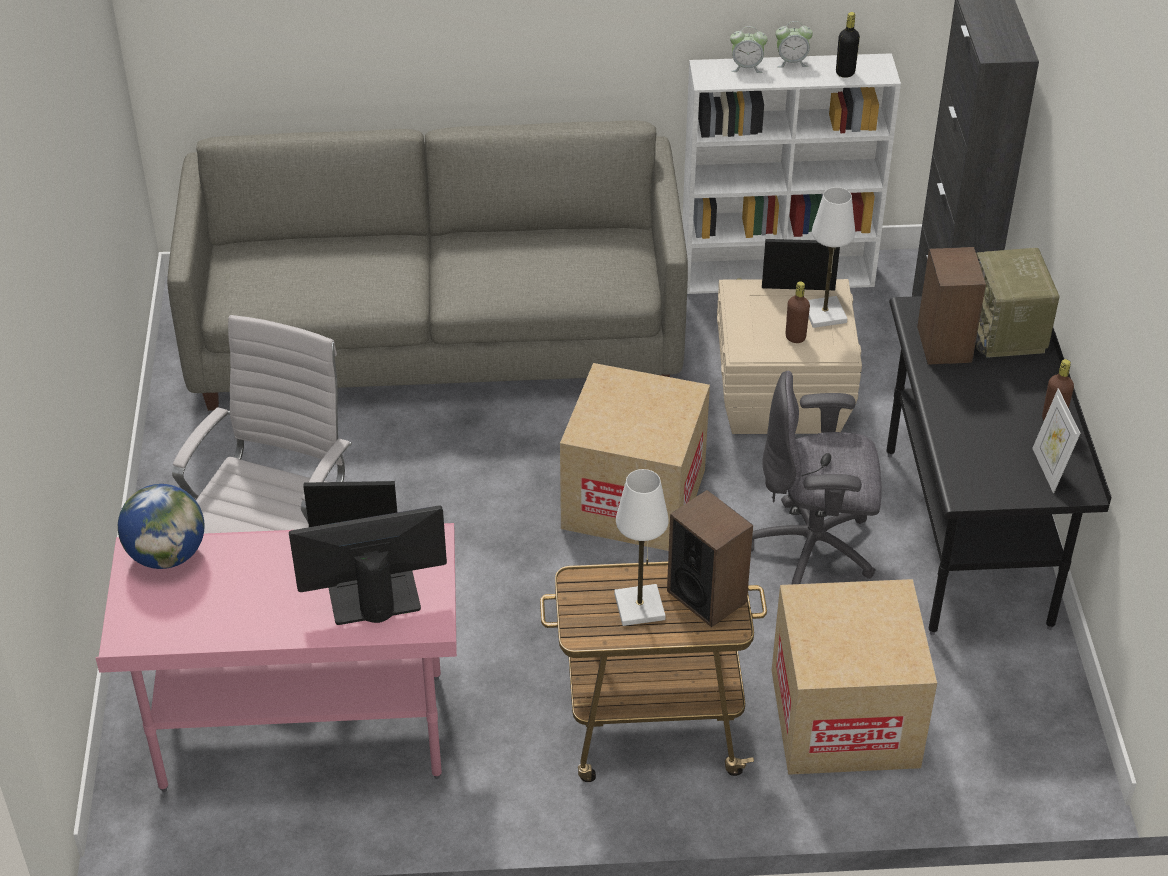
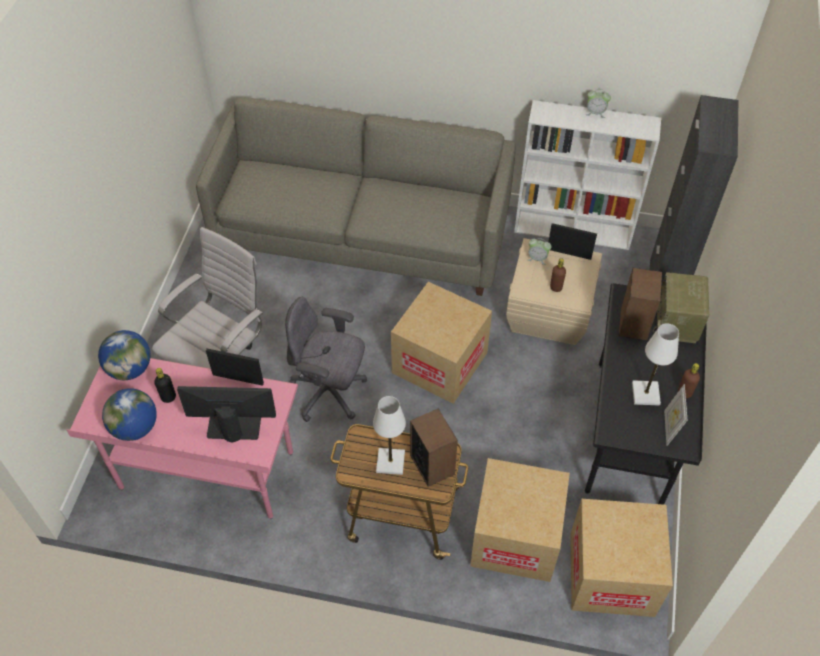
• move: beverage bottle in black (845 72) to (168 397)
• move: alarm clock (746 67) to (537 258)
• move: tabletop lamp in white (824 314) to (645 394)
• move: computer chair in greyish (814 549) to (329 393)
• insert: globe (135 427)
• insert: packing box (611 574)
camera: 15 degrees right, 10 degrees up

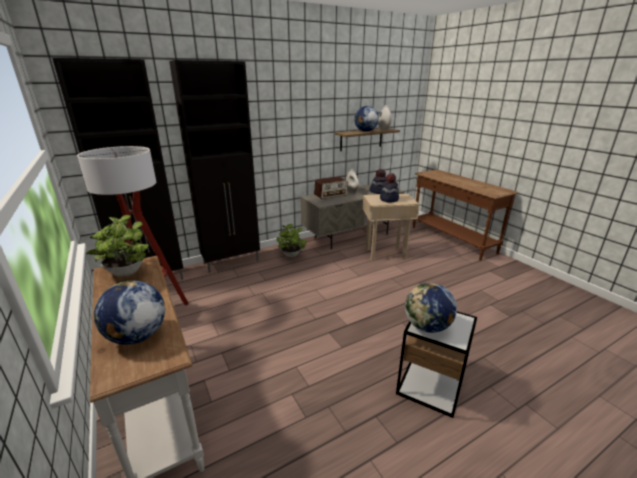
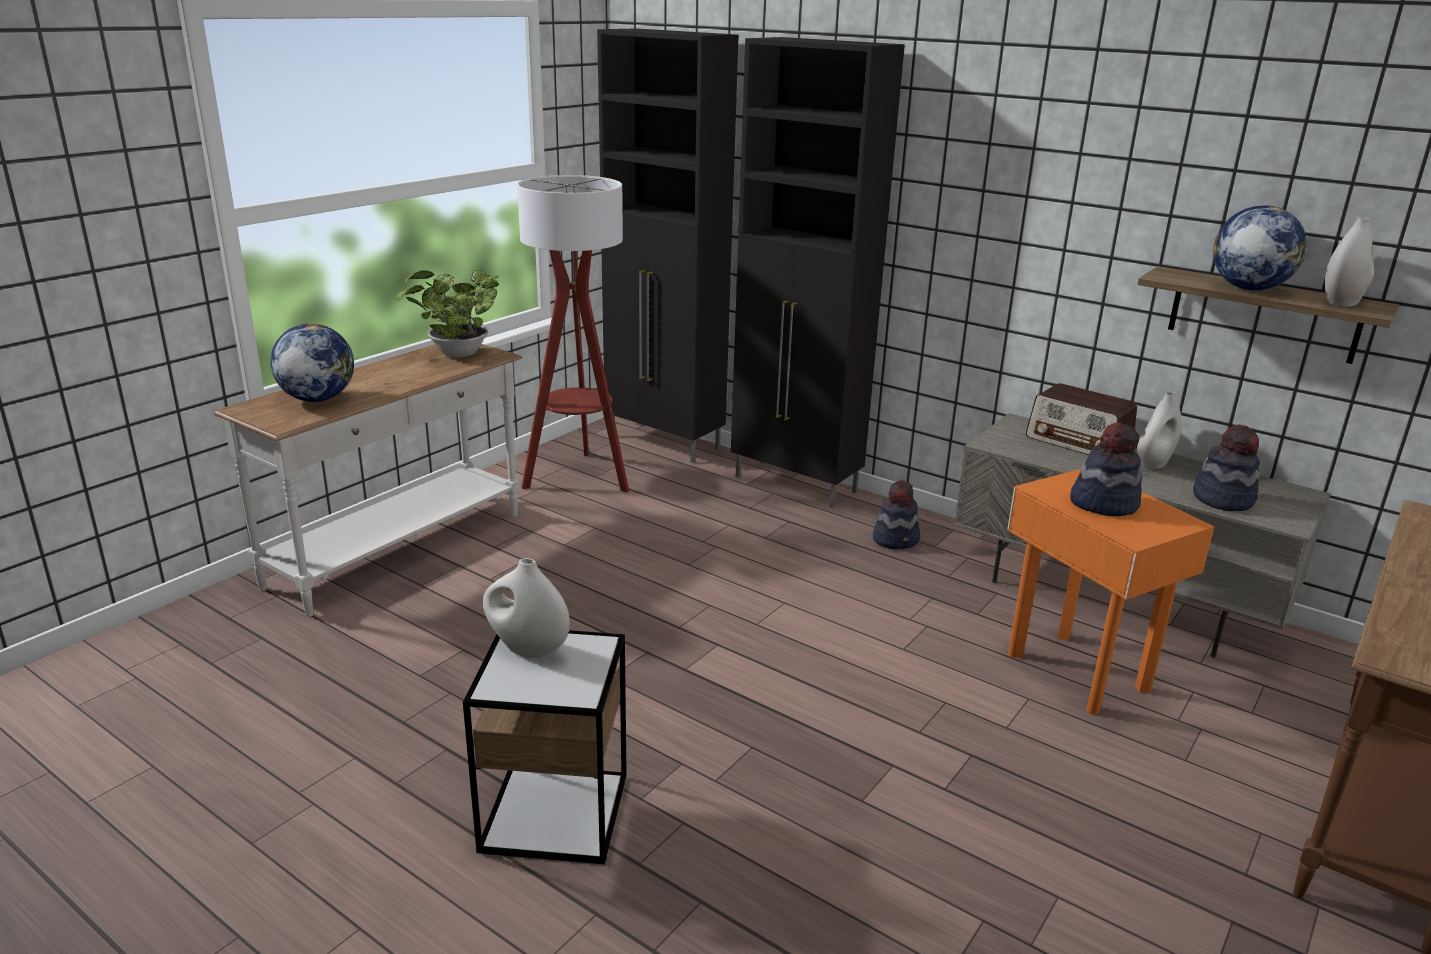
• recolor: end table in beige-coloured (385 253) to end table in orange (1076 672)
• replace: houseplant (291 255) to hat (896 539)
• replace: globe (427 327) to decorative vase in white (527 649)
camera: 65 degrees right, 0 degrees up

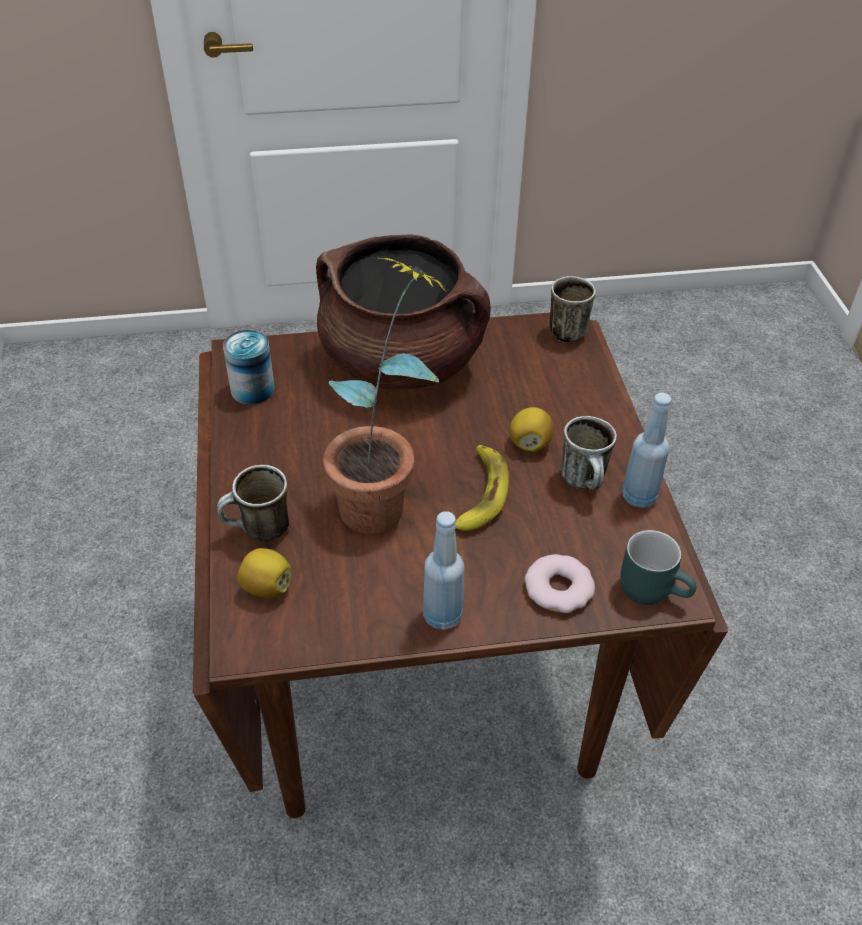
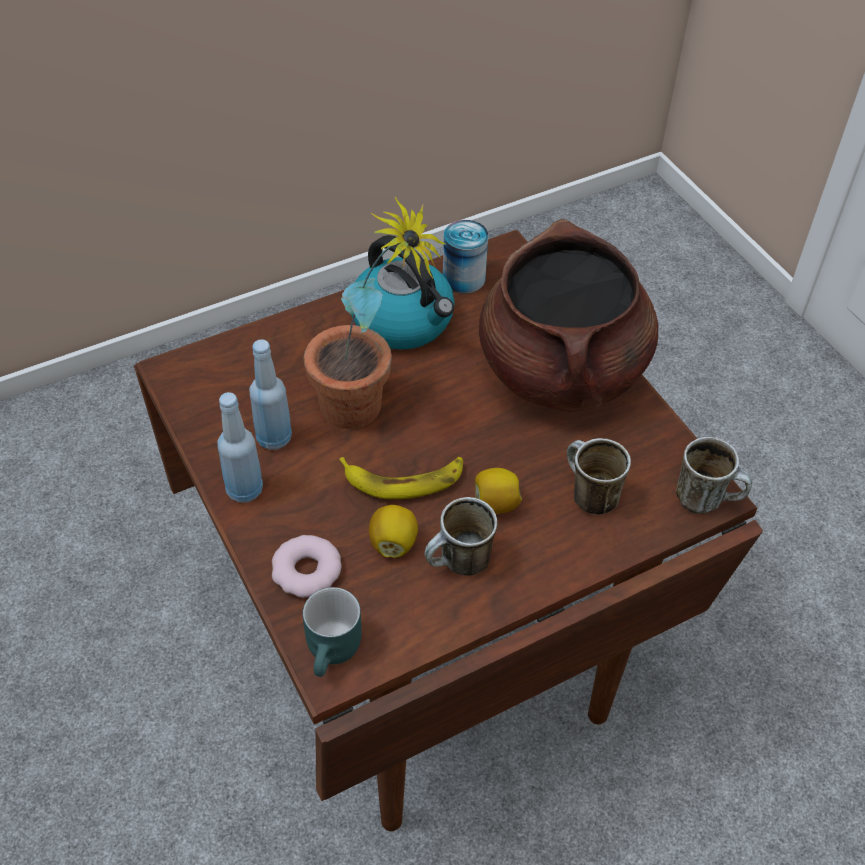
• move: beverage bottle in blue-coloured (639 497) to (274 438)
• move: coffee mug (258 532) to (587 495)
• move: lemon (266 587) to (393 543)
• insert: water kettle (404 321)
camera: 70 degrees right, 5 degrees up

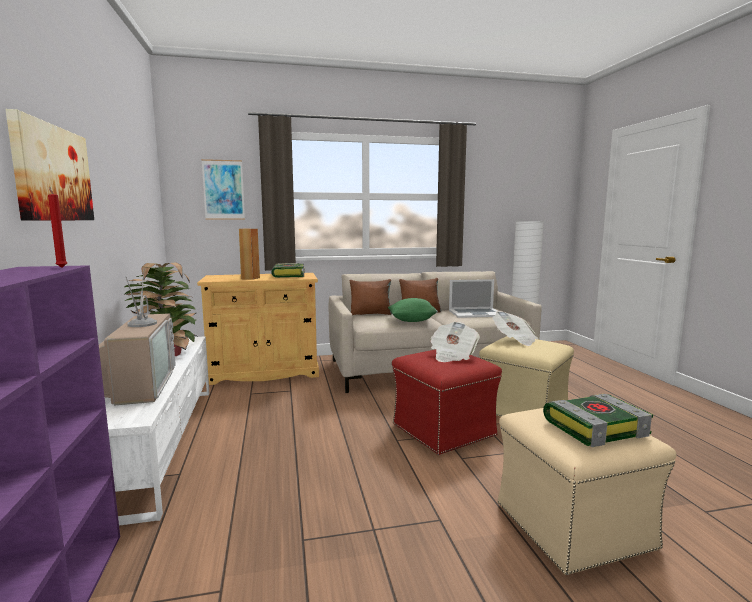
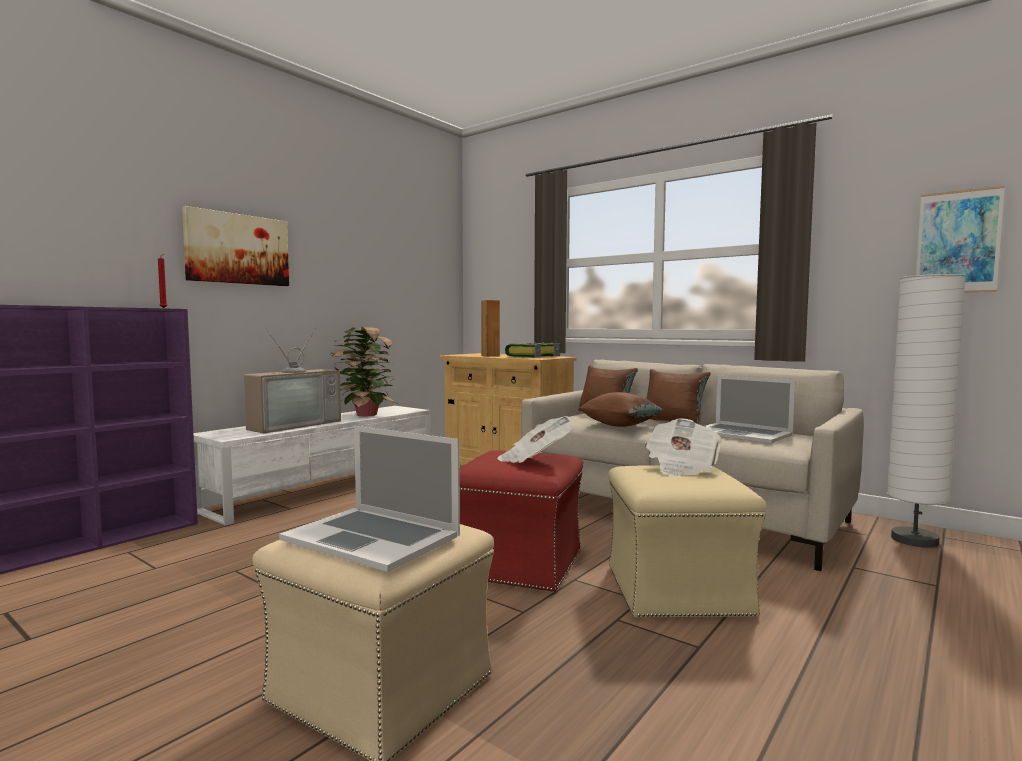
• move: wall art (223 190) to (957 242)
• recolor: throw pillow in green (412 321) to throw pillow in brown-coloured (620 425)
• replace: book (595 427) to notebook computer (372 537)
camera: 50 degrees right, 5 degrees down

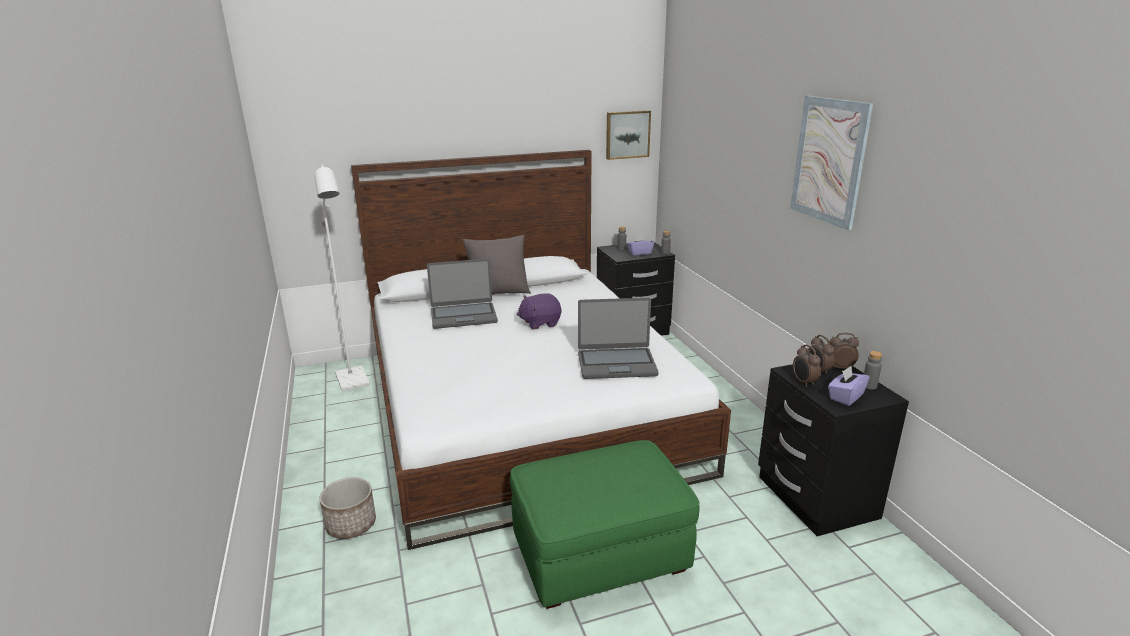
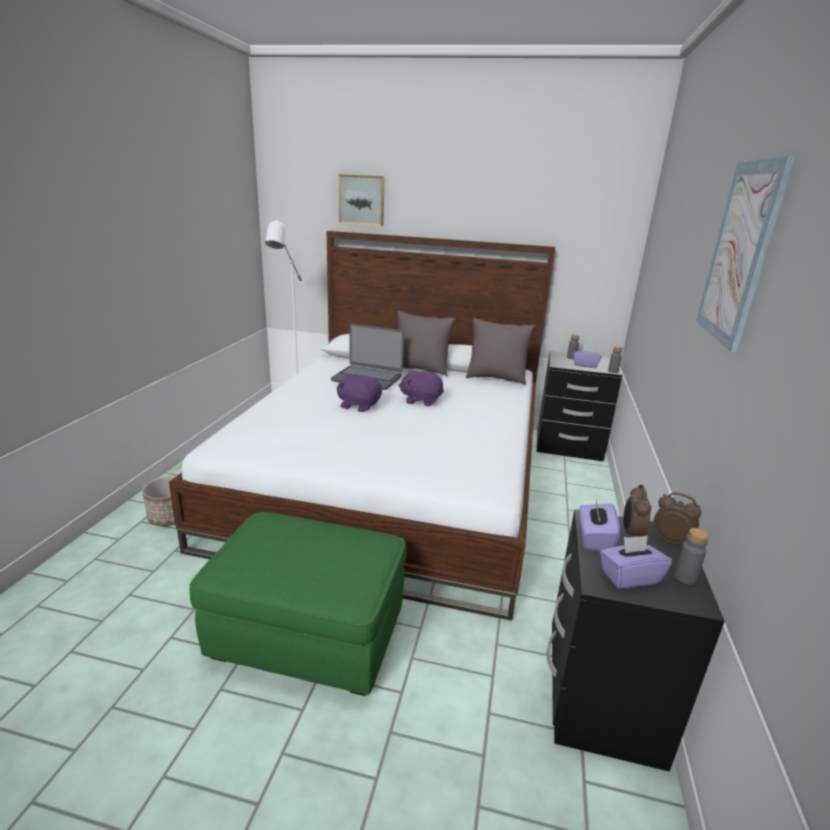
• move: wall art (627 134) to (362 200)
• delete: notebook computer (616 364)
• replace: alarm clock (803 382) to tissue box in purple (594 539)
• insert: throw pillow in greyish (496 378)
• insert: soft toy in purple (359 405)
camera: 30 degrees right, 0 degrees up

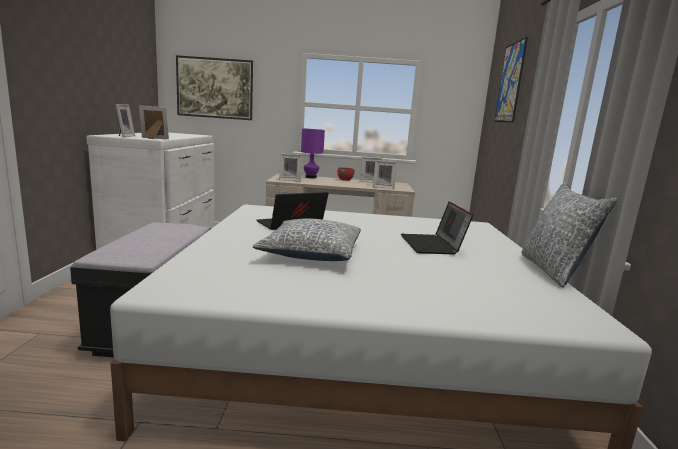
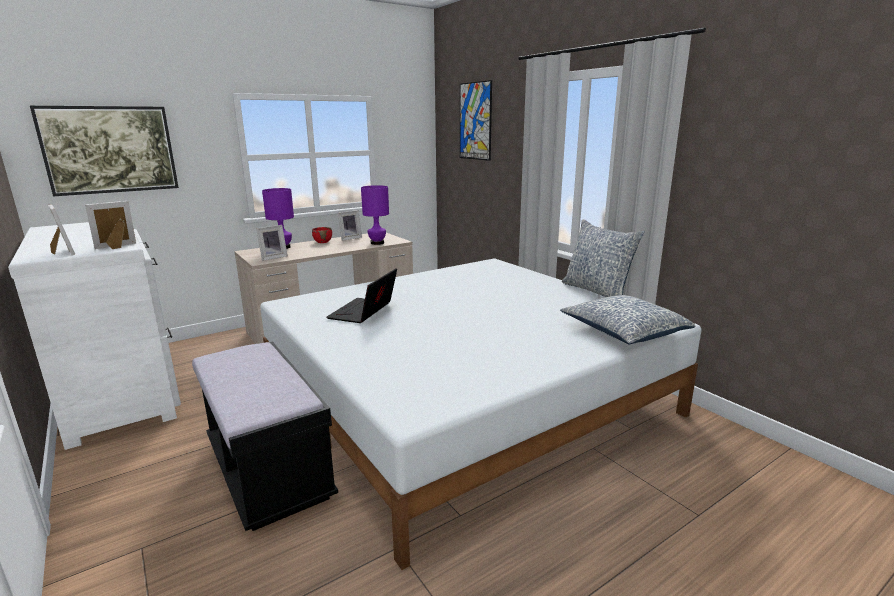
• replace: photo frame (383 187) to tabletop lamp in purple (377 243)
• delete: notebook computer (432 245)
• move: throw pillow (311 253) to (623 332)
camera: 35 degrees left, 5 degrees up

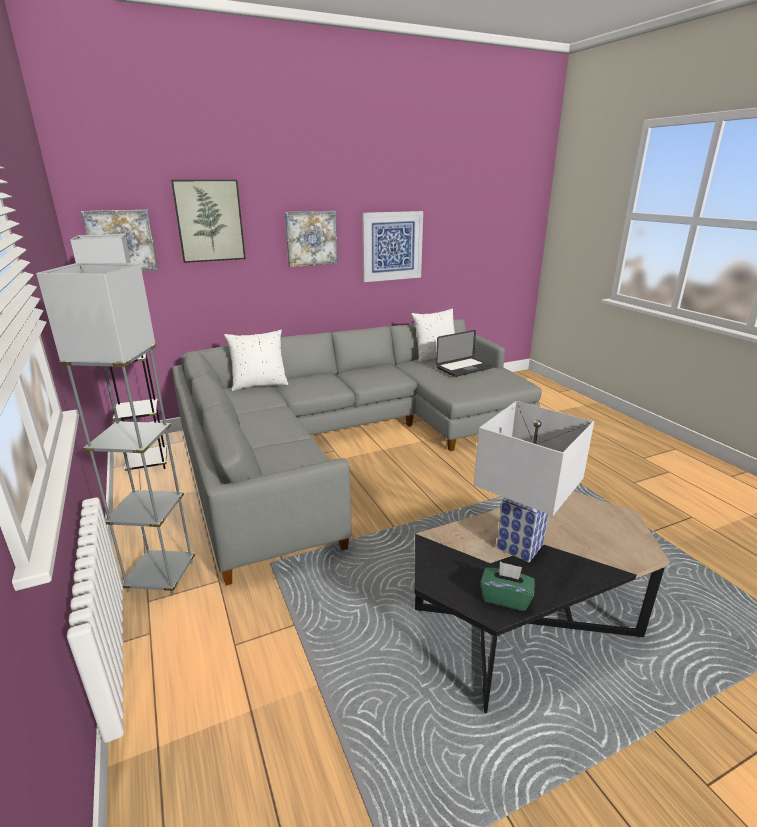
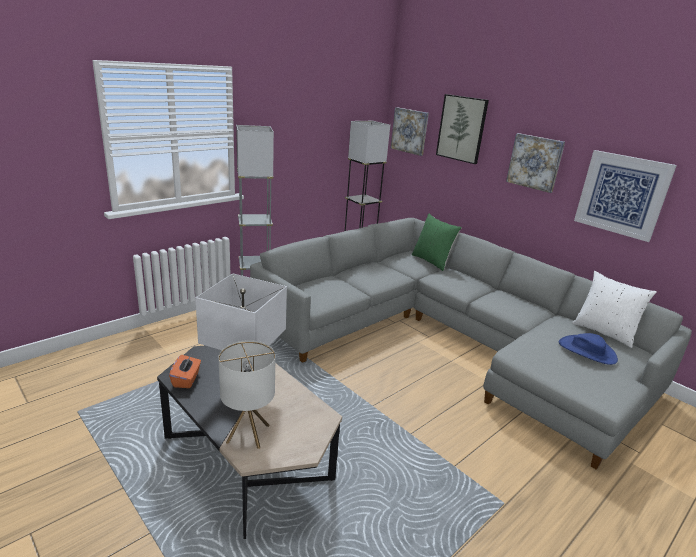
• recolor: throw pillow in white (259 384) to throw pillow in green (432 261)
• replace: notebook computer (464 368) to hat in blue-coloured (587 351)
• recolor: tissue box in green (505 598) to tissue box in orange (186 380)
• insert: tabletop lamp (247 433)
camera: 70 degrees right, 0 degrees up

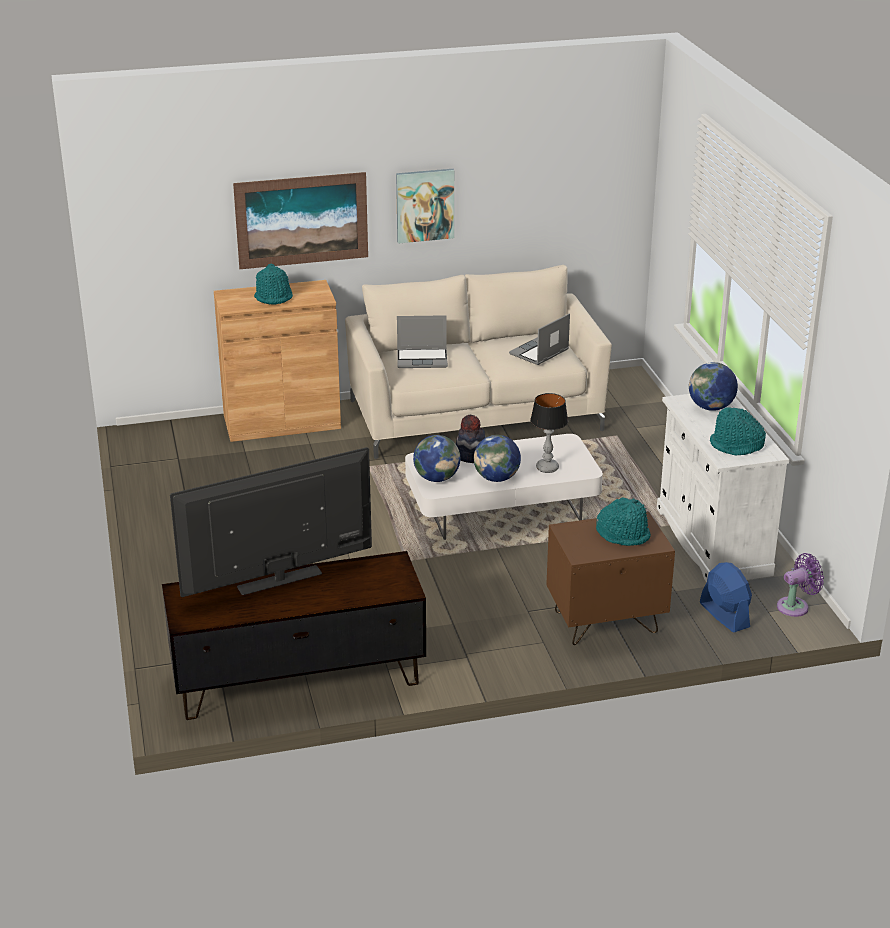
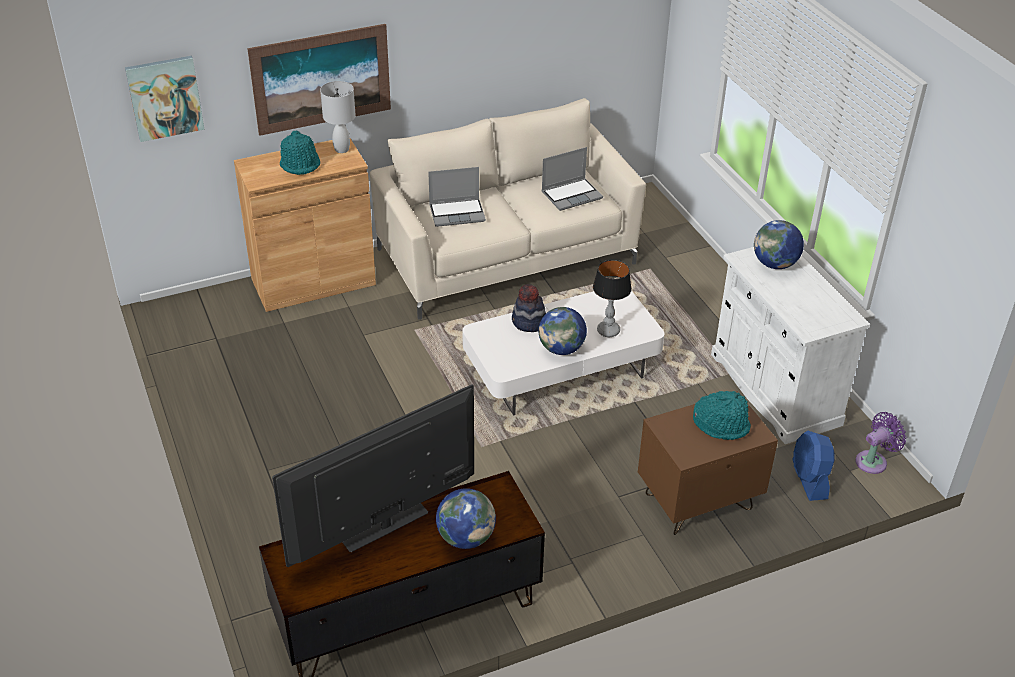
• move: wall art (425 205) to (165 97)
• rotate: notebook computer (539 352) = (572 195) 150 degrees counterclockwise
• delete: hat in blue-green (736 446)
• move: globe (437 478) to (466 538)
• rotate: electric fan in blue-coloured (724 615) = (809 479) 150 degrees counterclockwise
• insert: tabletop lamp in white (341 149)
camera: 10 degrees left, 10 degrees up

